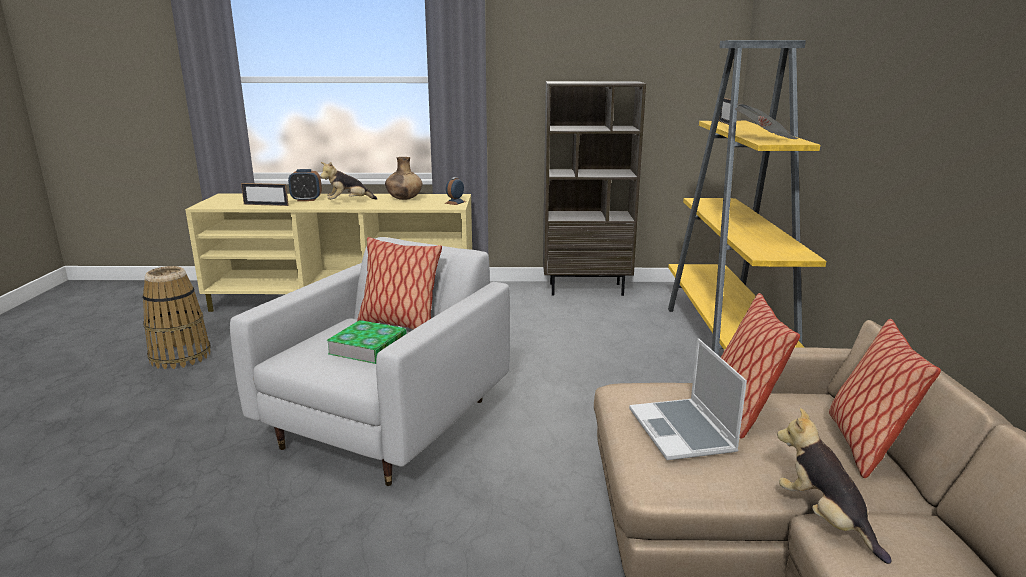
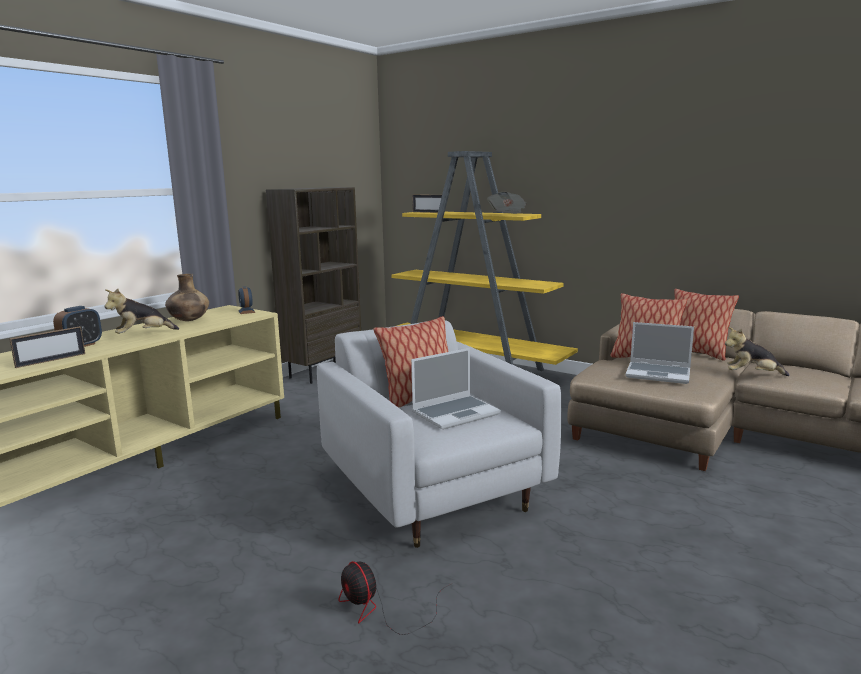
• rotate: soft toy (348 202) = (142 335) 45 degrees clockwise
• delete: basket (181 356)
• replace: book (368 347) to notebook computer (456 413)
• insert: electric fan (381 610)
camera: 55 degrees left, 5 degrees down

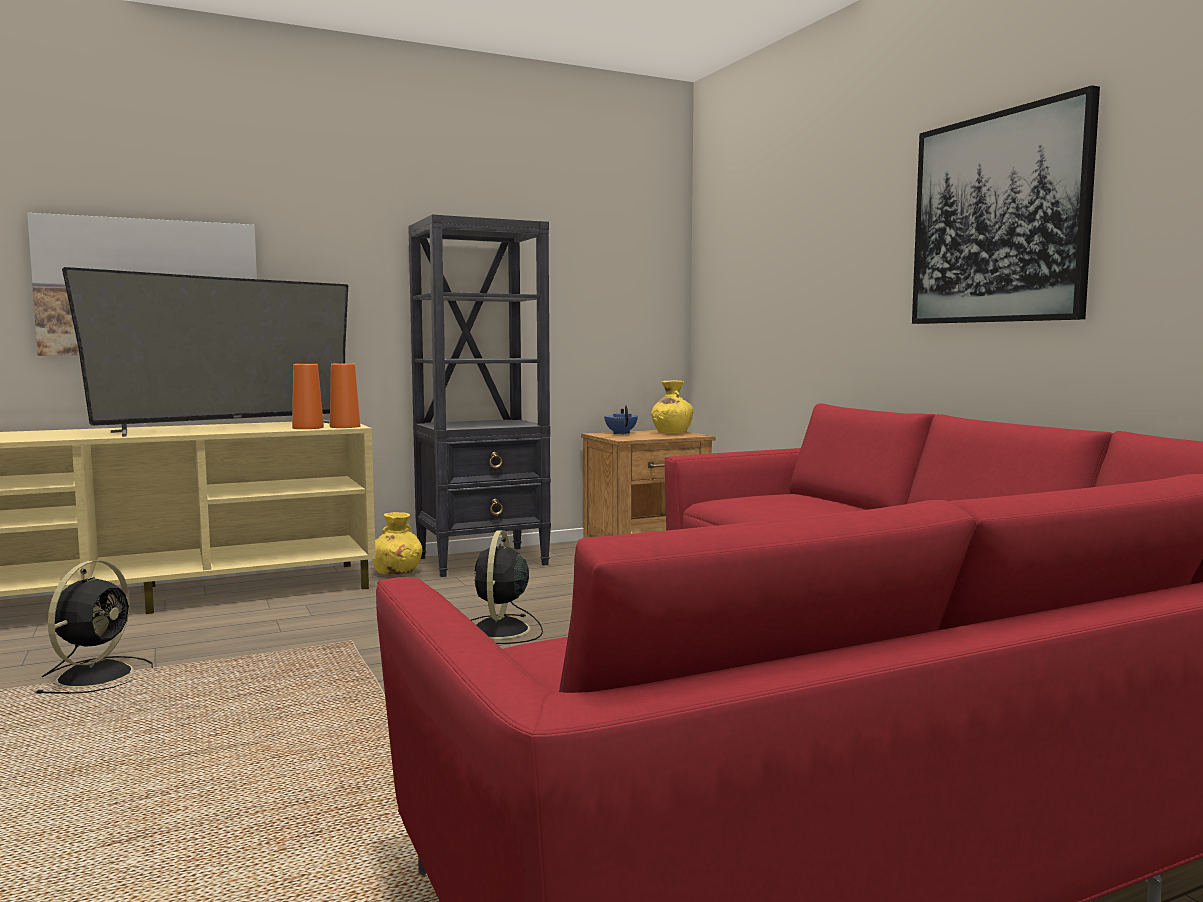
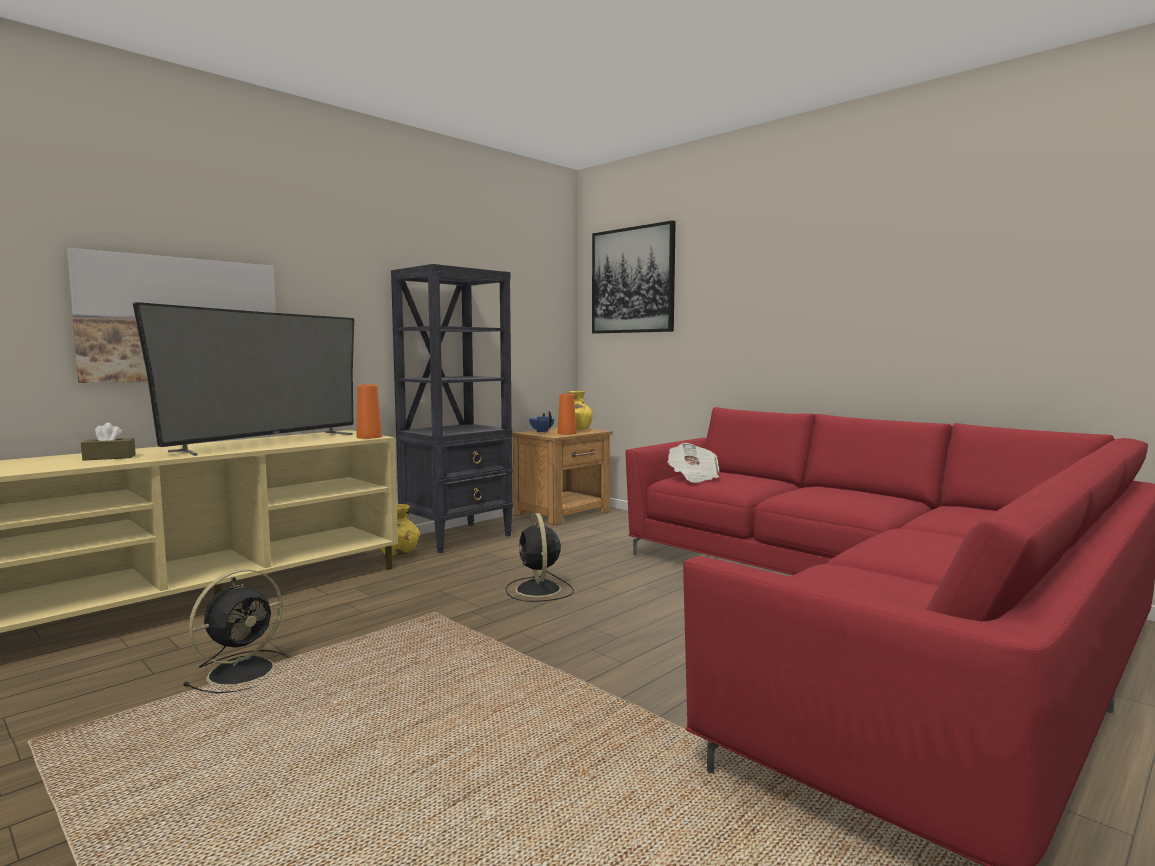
• move: wall art (998 218) to (632 280)
• move: decorative vase in orange (308 427) to (566 433)
• rotate: electric fan in black (97 675) = (244 671) 45 degrees clockwise
• insert: tissue box in brown-coloured (109 457)
• insert: printed paper (693 477)
camera: 20 degrees left, 0 degrees up

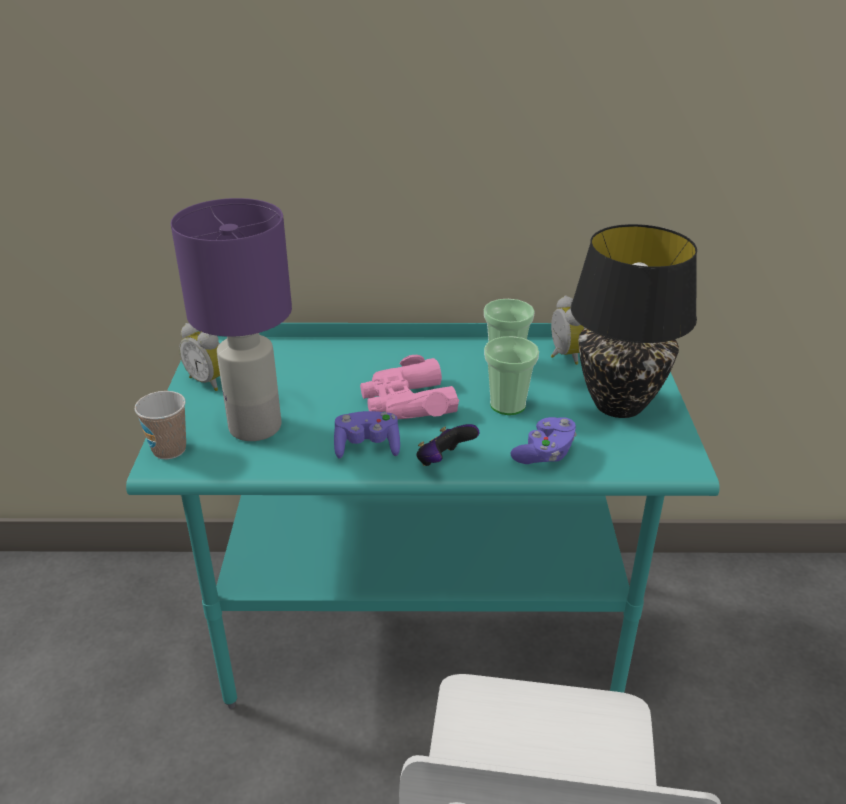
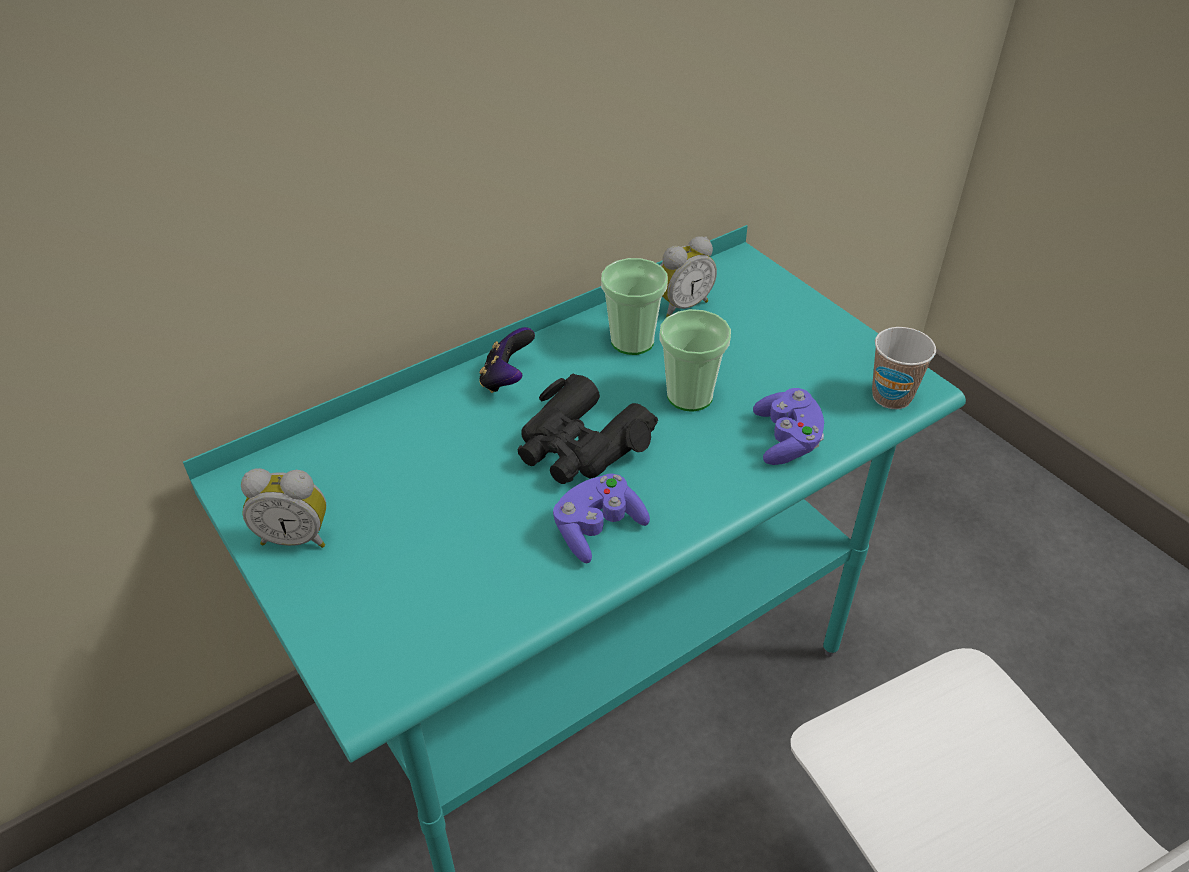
• delete: tabletop lamp in purple (254 428)
• delete: tabletop lamp in black (618 404)
• rotate: alarm clock (563 356) = (681 305) 105 degrees clockwise
• recolor: binoculars in pink (407 402) to binoculars in black (580 445)
• move: drinking cup (169 450) to (891 396)
• move: game controller (444 461) to (507 379)
camera: 35 degrees left, 10 degrees up

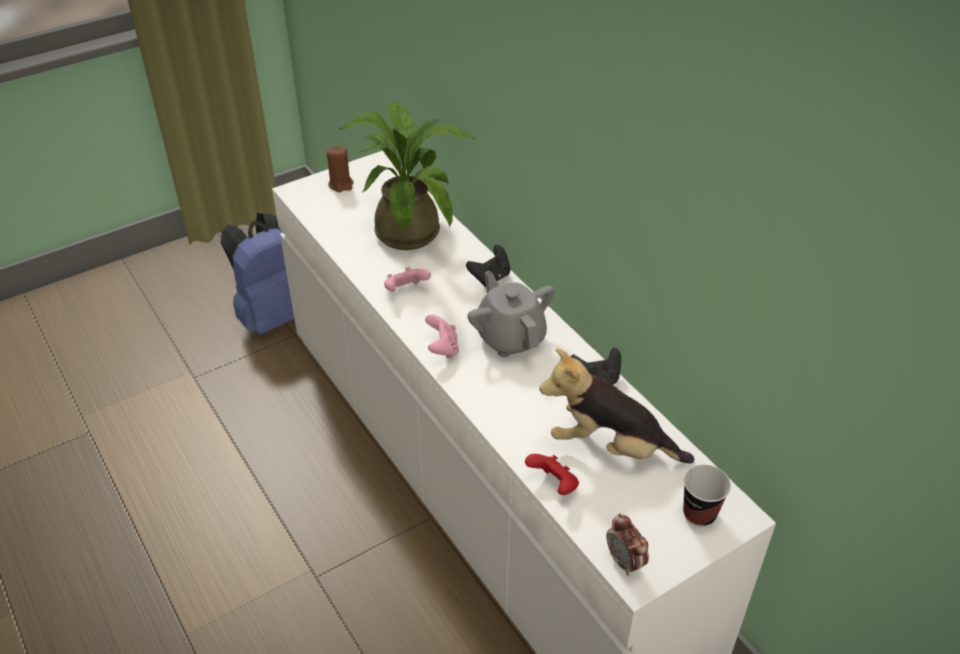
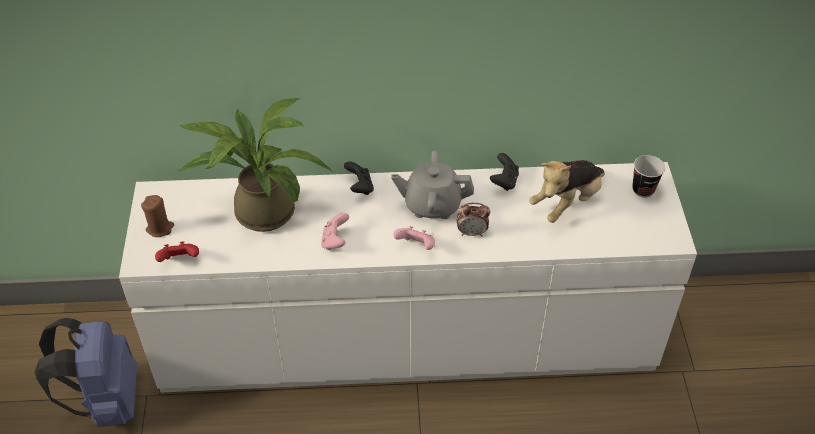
• move: game controller in red-coloured (553 485) to (180 260)
• move: alarm clock (624 562) to (472 232)
camera: 60 degrees left, 5 degrees up

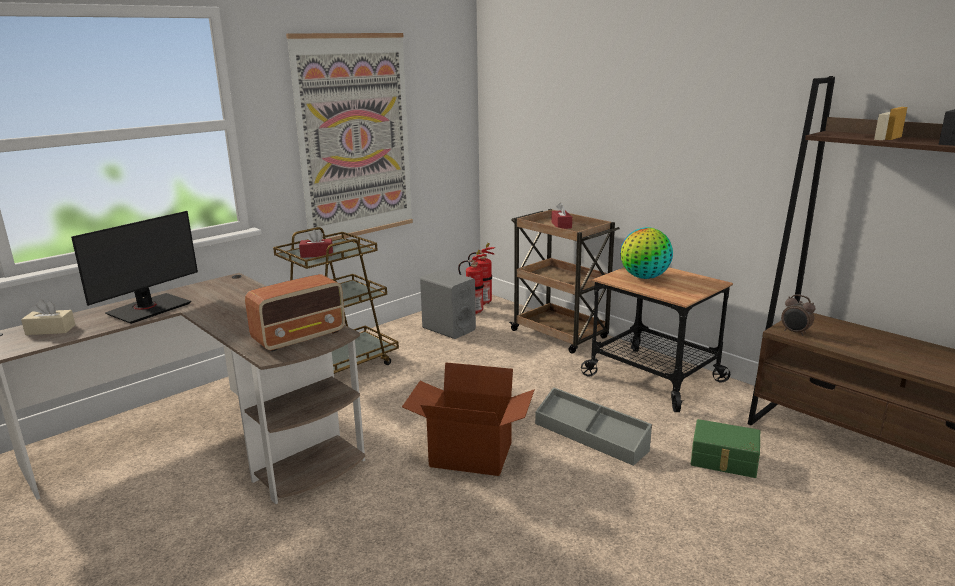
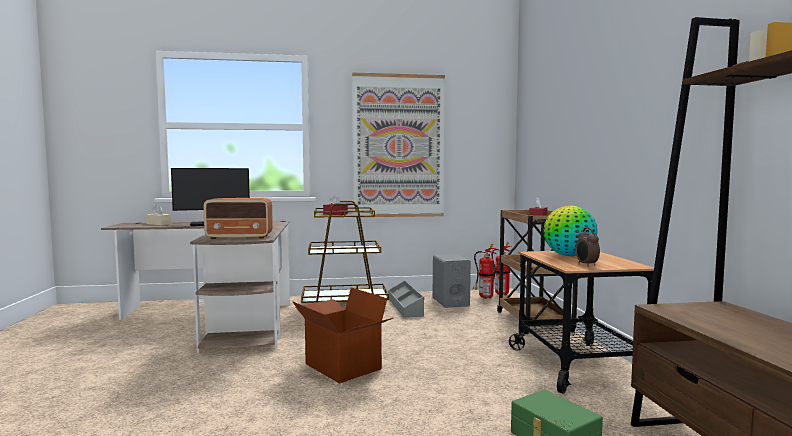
• move: alarm clock (795 332) to (586 265)
• move: storage box in greyish (591 436) to (405 306)
camera: 35 degrees right, 15 degrees down

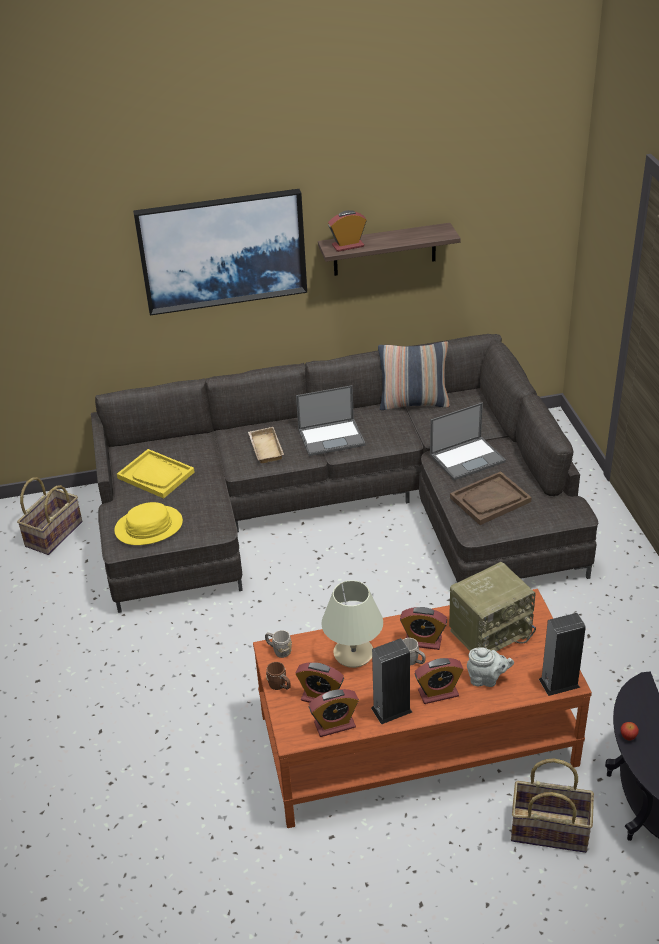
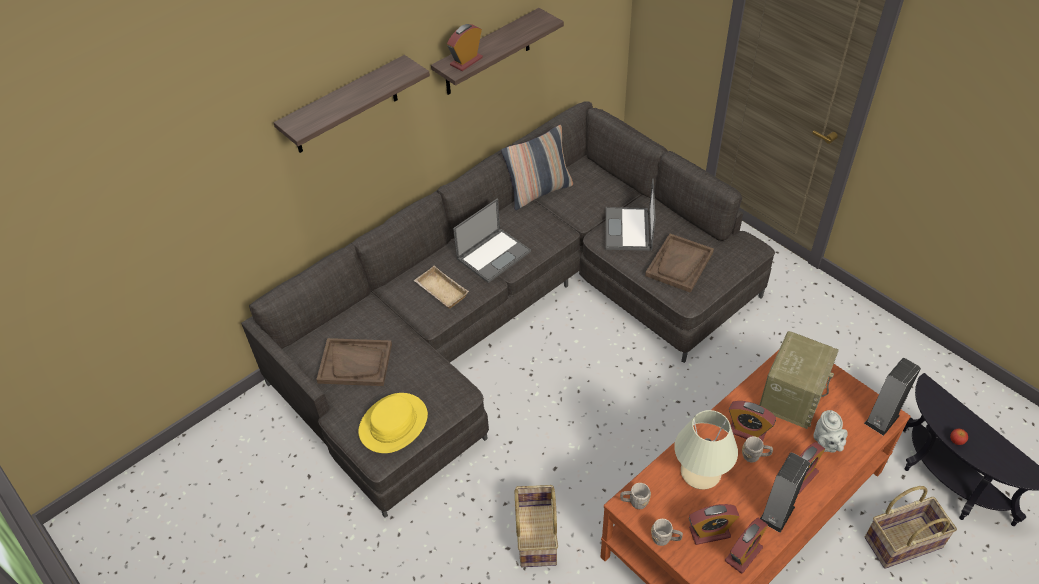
• replace: wall art (222 250) to wall shelf (345 106)
• rotate: notebook computer (467 458) = (628 230) 150 degrees clockwise
• recolor: serving tray in yellow (156 475) to serving tray in brown-coloured (355 363)
• move: basket (53 533) to (535 535)
• rotate: alarm clock (423 641) = (747 431) 45 degrees clockwise
• rotate: teapot in greyish (486 679) = (826 444) 105 degrees clockwise
• recolor: coffee mug in brown-coloured (280 686) to coffee mug in greyish (665 539)
camera: 30 degrees left, 10 degrees up

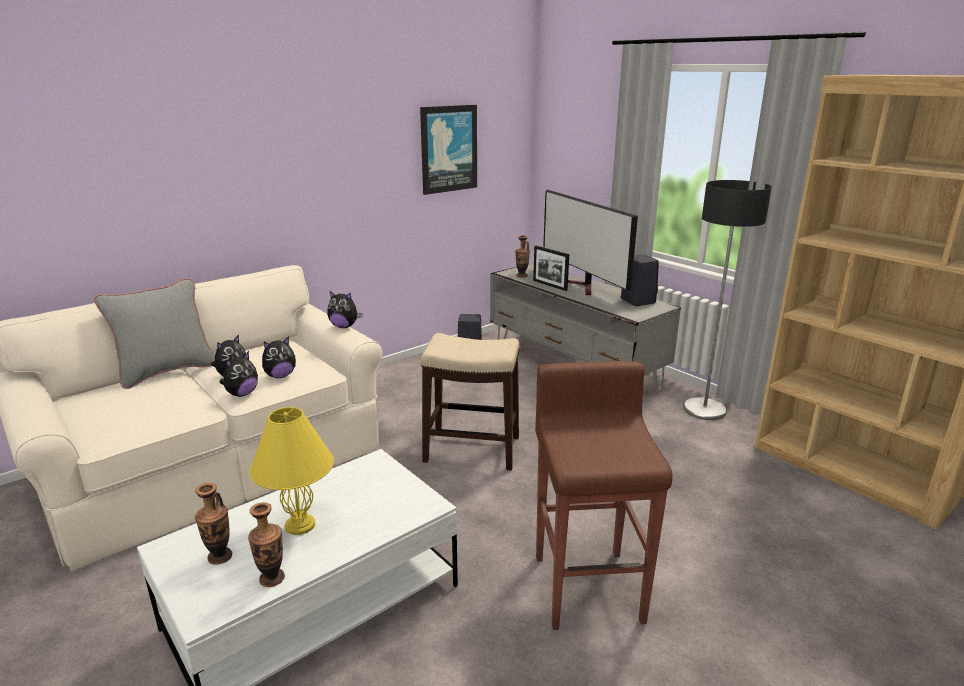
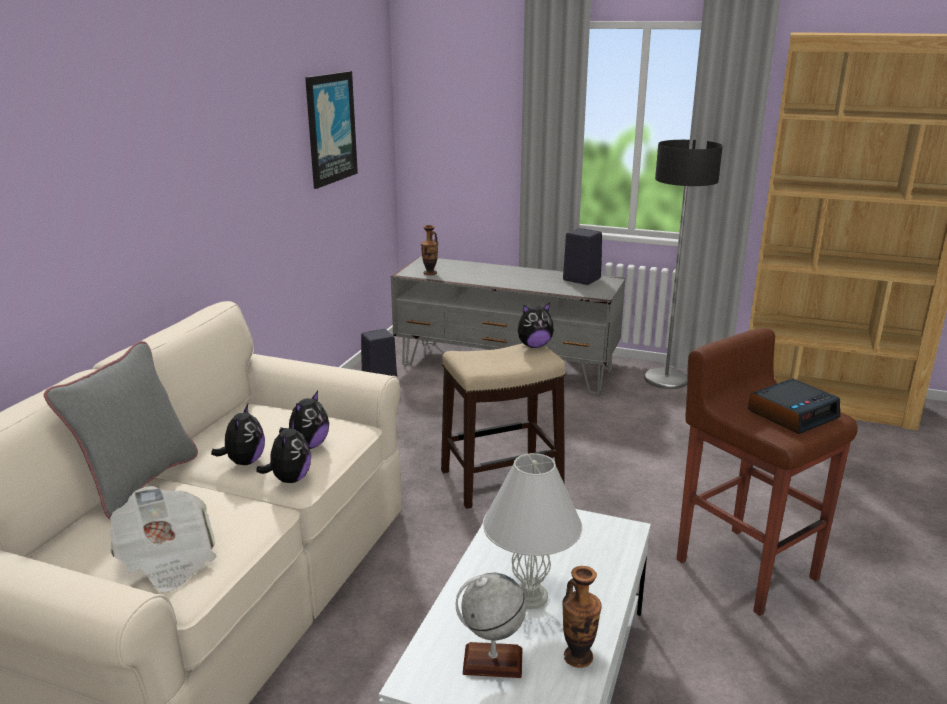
• delete: TV set (582 287)
• delete: photo frame (550 285)
• move: soft toy (344 326) to (534 346)
• recolor: tabletop lamp in yellow (301 525) to tabletop lamp in white (530 596)
• replace: decorative vase (220 557) to globe (492 661)
• insert: alarm clock (792 414)
• insert: printed paper (167 560)
camera: 30 degrees left, 0 degrees up

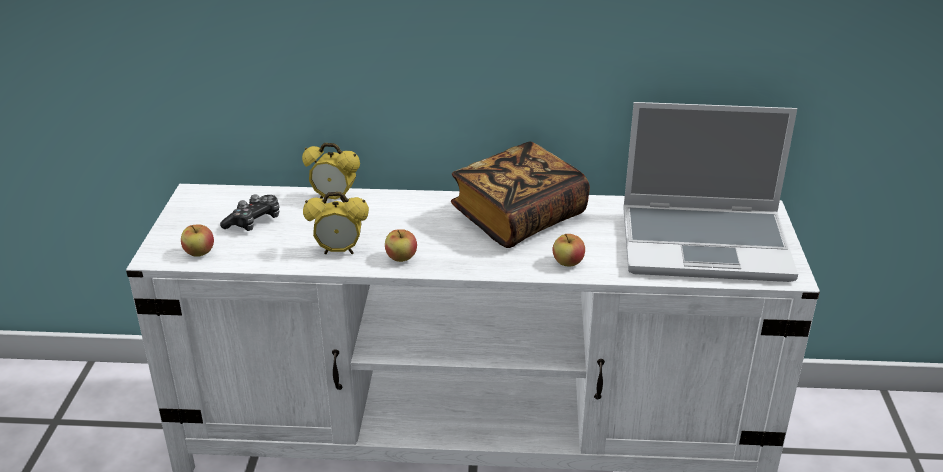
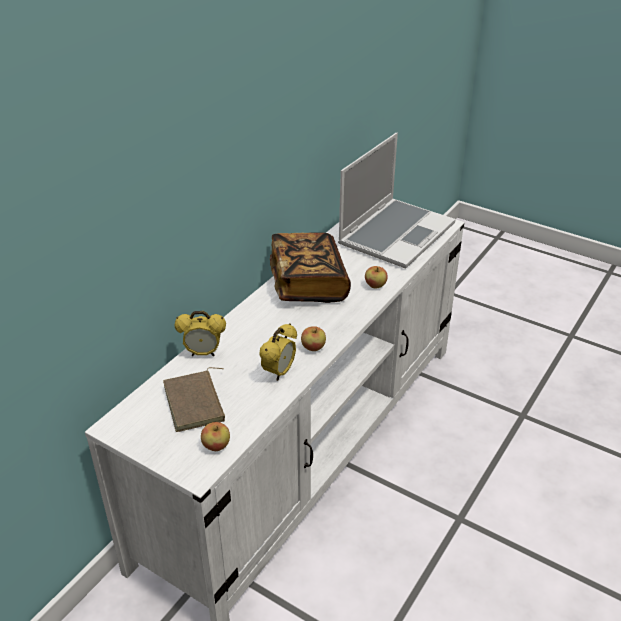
• rotate: alarm clock (334 199) = (203 353) 45 degrees clockwise
• replace: game controller (254 222) to book in brown-coloured (196 403)
camera: 60 degrees left, 5 degrees up

